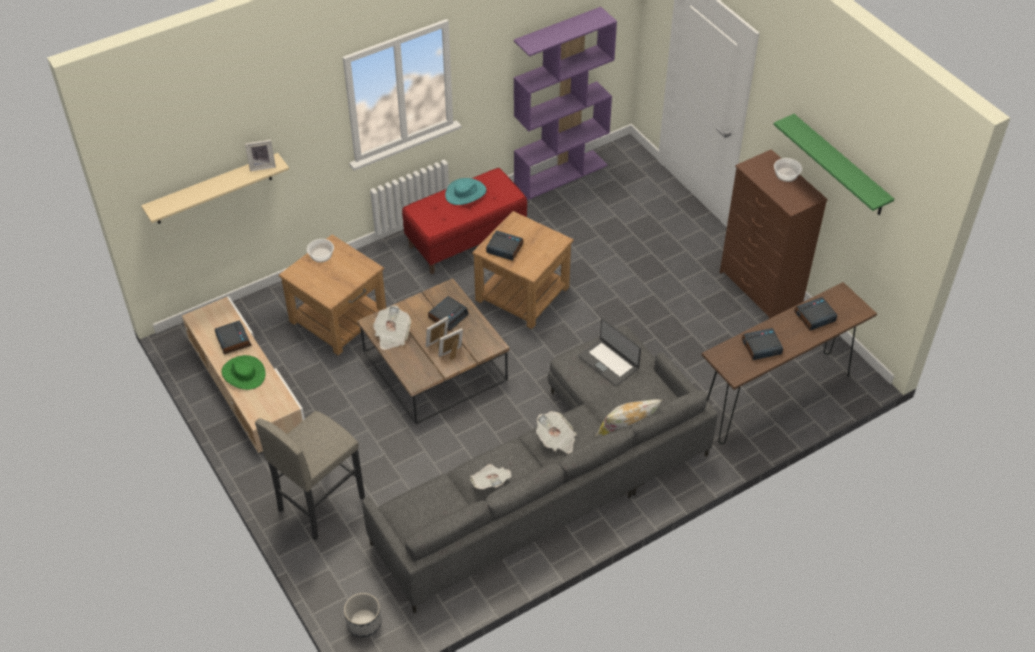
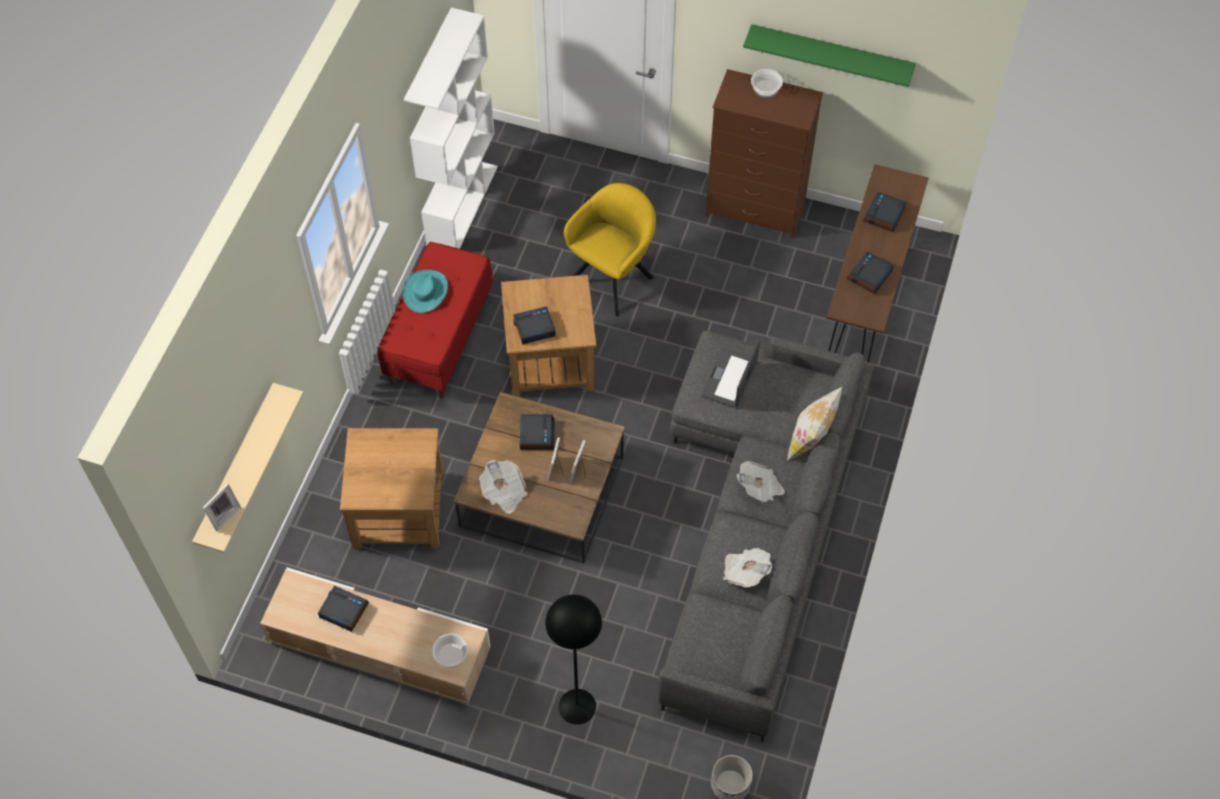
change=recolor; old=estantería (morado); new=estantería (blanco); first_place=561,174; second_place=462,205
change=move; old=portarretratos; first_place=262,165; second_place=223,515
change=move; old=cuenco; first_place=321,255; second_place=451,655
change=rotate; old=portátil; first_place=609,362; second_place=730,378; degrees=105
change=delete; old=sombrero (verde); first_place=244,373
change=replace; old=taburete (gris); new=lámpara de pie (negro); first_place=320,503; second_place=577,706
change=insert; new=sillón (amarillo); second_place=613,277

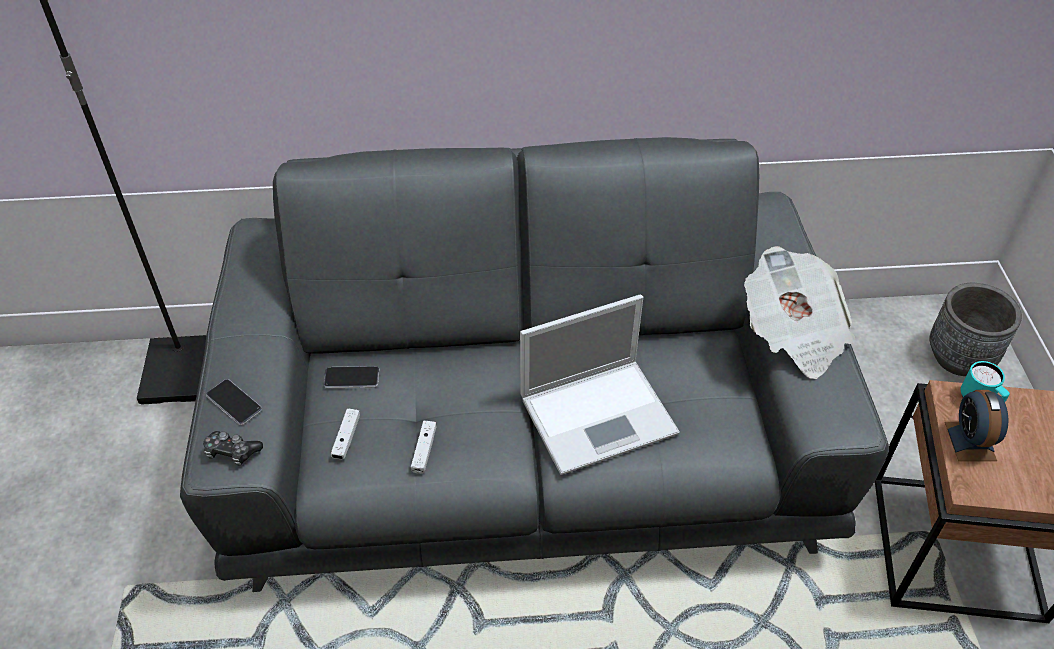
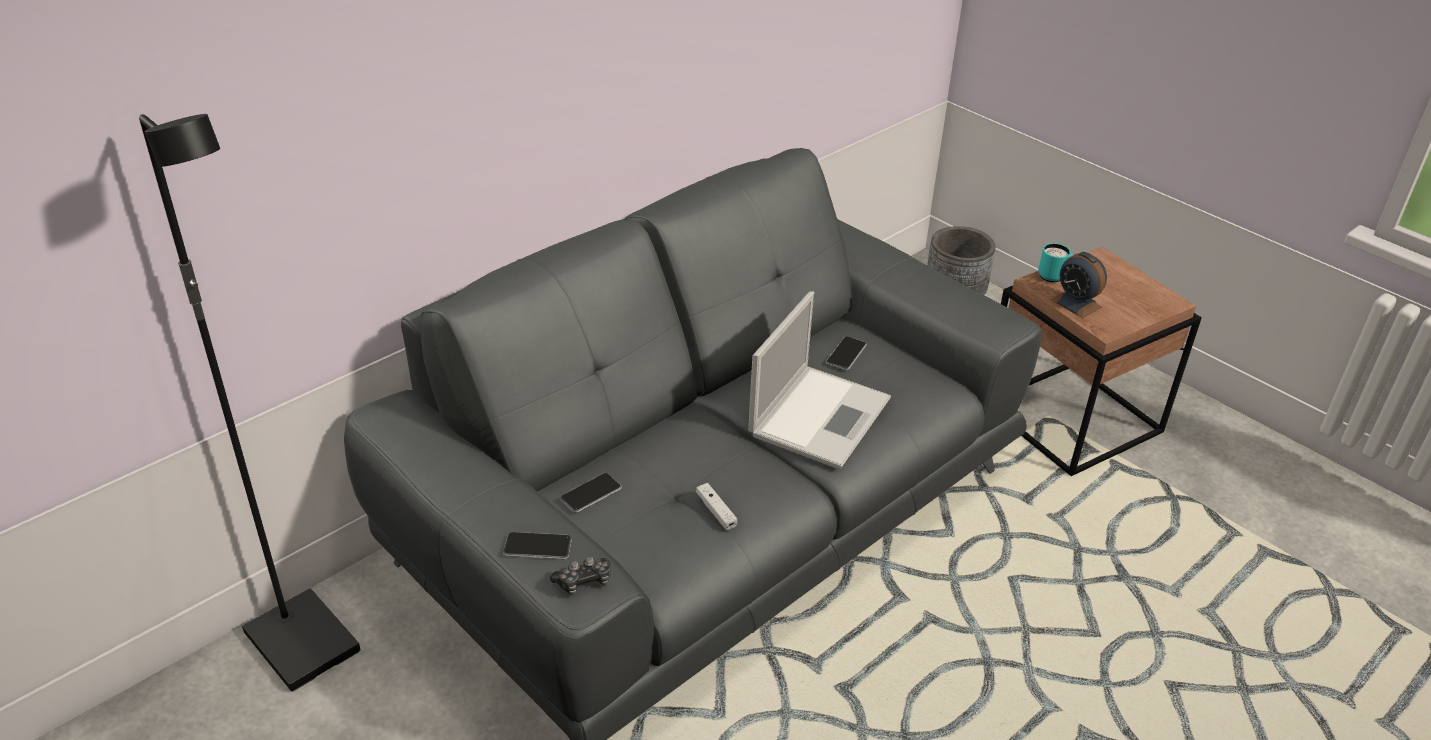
change=delete; old=periódico; first_place=794,333
change=delete; old=mando de consola (blanco); first_place=346,438
change=insert; new=móvil; second_place=846,354

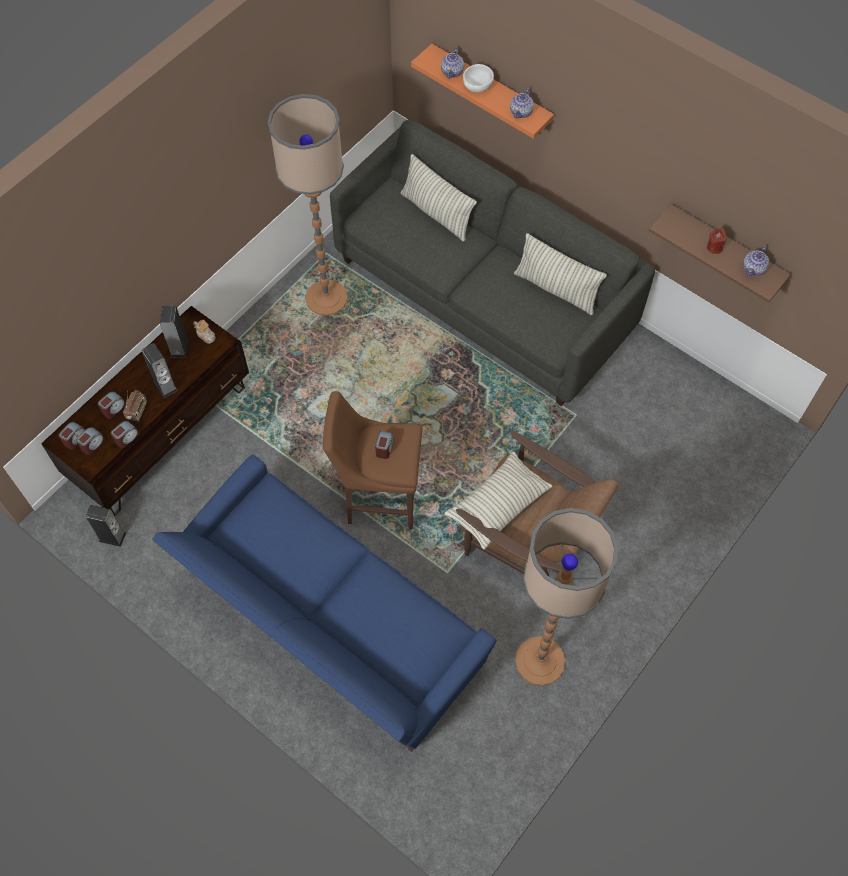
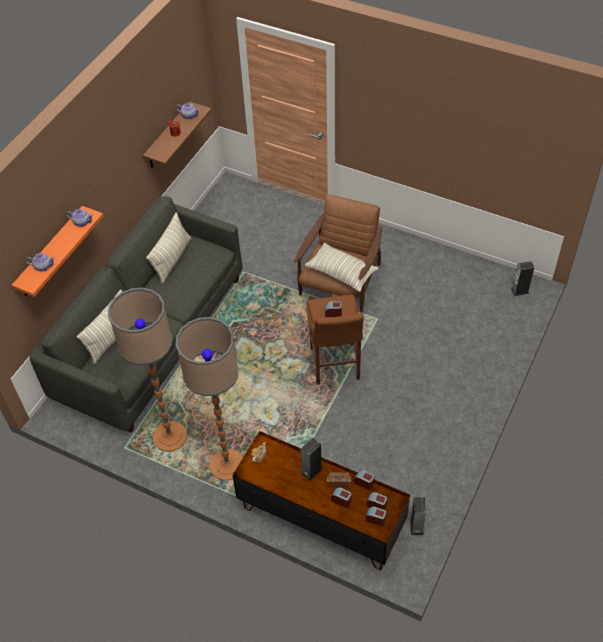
change=delete; old=cuenco (blanco); first_place=478,86
change=move; old=altavoz; first_place=179,347; second_place=520,291
change=delete; old=sofá (azul); first_place=330,626
change=move; old=lámpara de pie; first_place=540,661; second_place=227,465

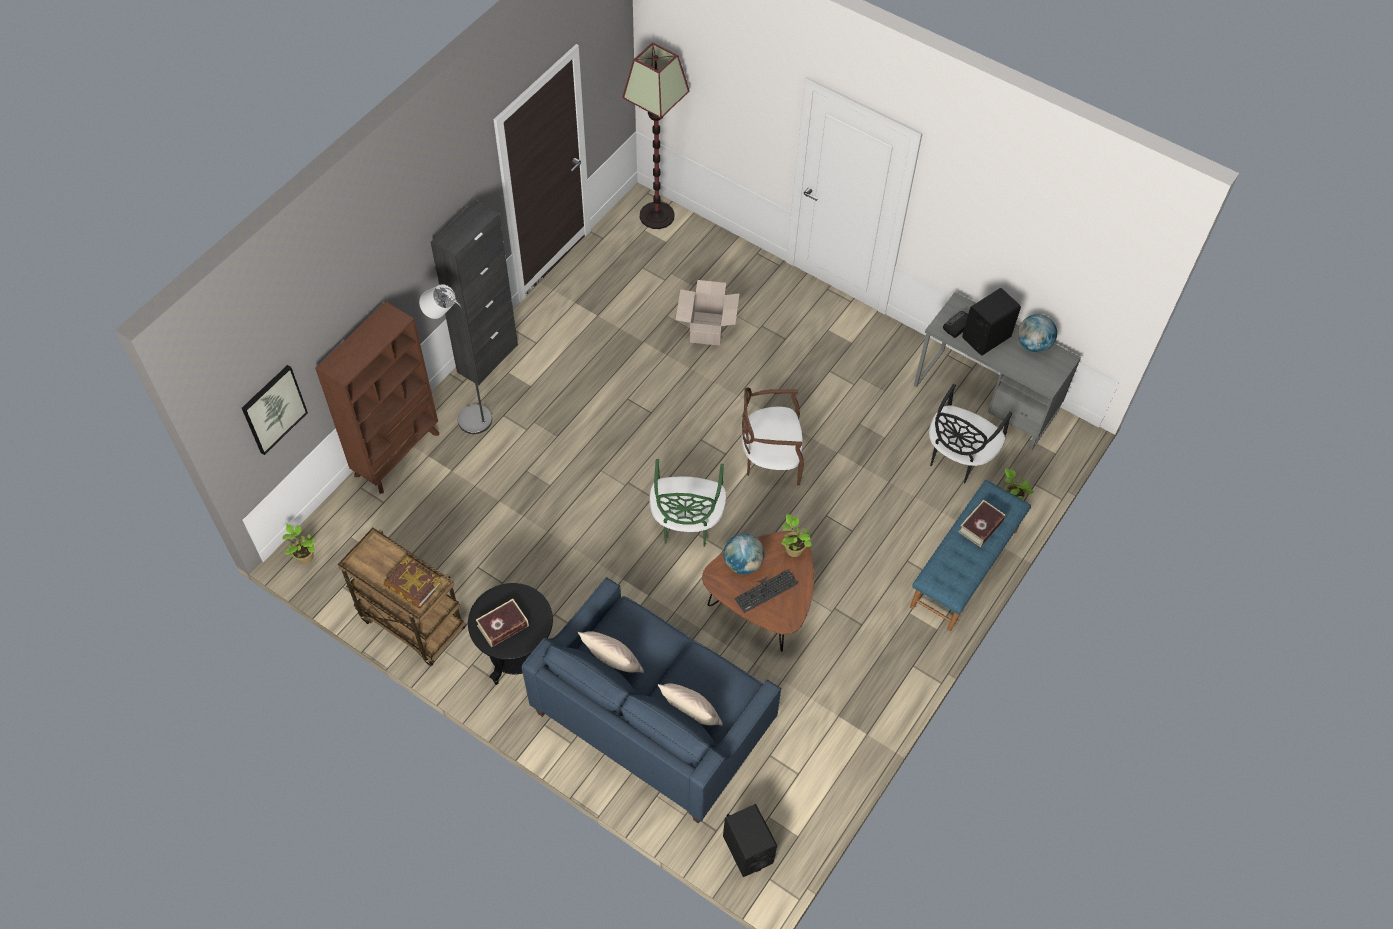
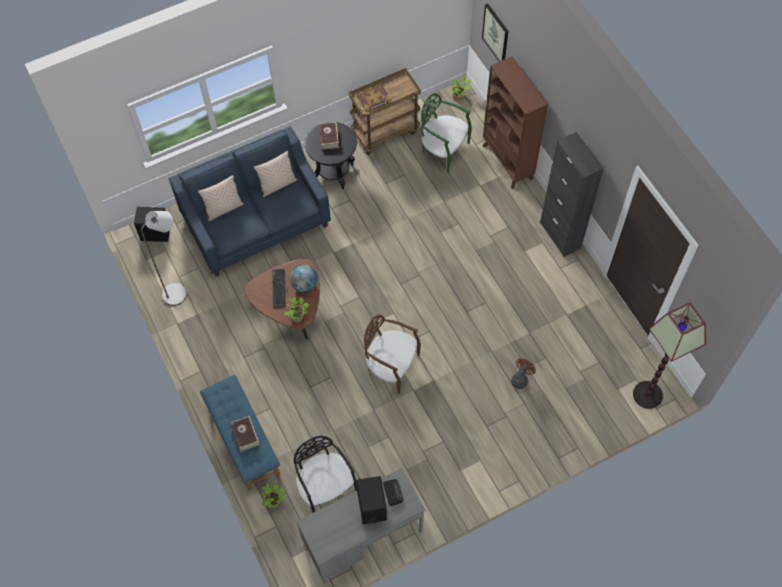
change=replace; old=caja de cartón; new=ventilador (marrón); first_place=707,329; second_place=520,379
change=move; old=lámpara de pie (gris); first_place=468,417; second_place=179,292
change=delete; old=globo terráqueo; first_place=1033,345
change=rotate; old=silla (marrón); first_place=770,458; second_place=391,366; degrees=-90
change=move; old=silla (verde); first_place=686,523; second_place=443,149

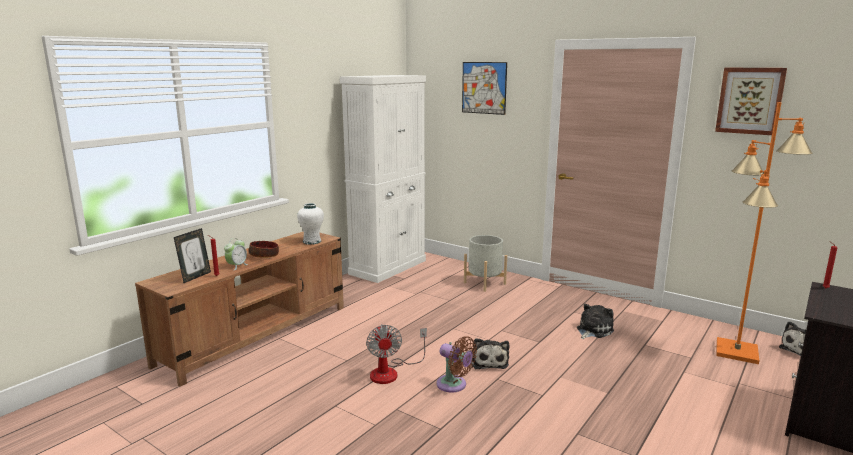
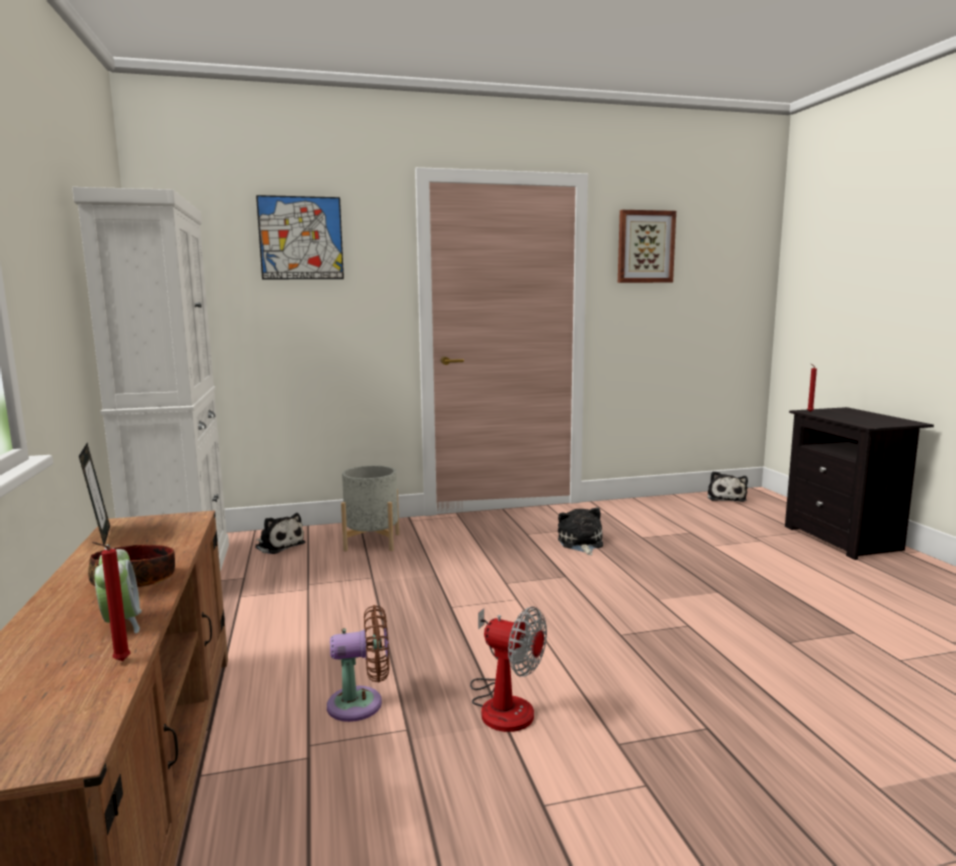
change=delete; old=lámpara de pie (naranja); first_place=737,352
change=delete; old=florero (blanco); first_place=311,241
change=move; old=portarretratos; first_place=195,277; second_place=100,537
change=move; old=ventilador (marrón); first_place=454,385; second_place=361,704
change=move; old=peluche; first_place=489,361; second_place=278,545

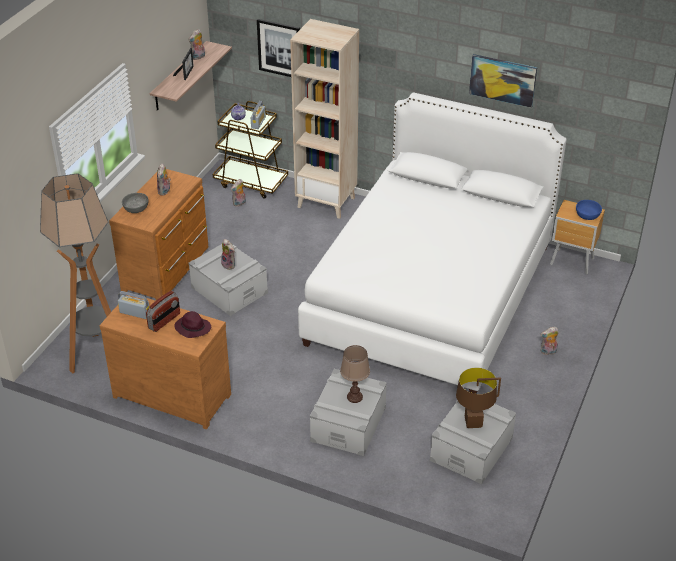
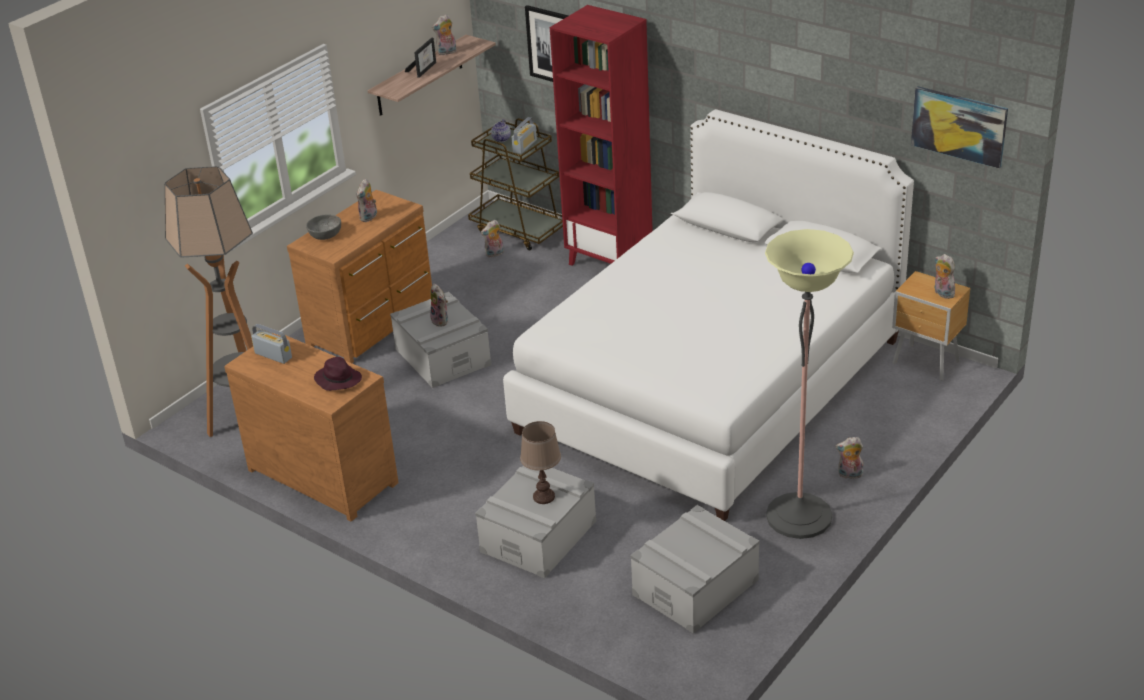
change=recolor; old=estantería (beis); new=estantería (rojo); first_place=327,202; second_place=610,261
change=move; old=cuadro; first_place=503,80; second_place=959,126
change=replace; old=cuenco (azul); new=peluche; first_place=587,215; second_place=942,293
change=delete; old=radio; first_place=164,321
change=delete; old=lámpara de mesa (marrón); first_place=473,423
change=insert; new=lámpara de pie; second_place=799,516

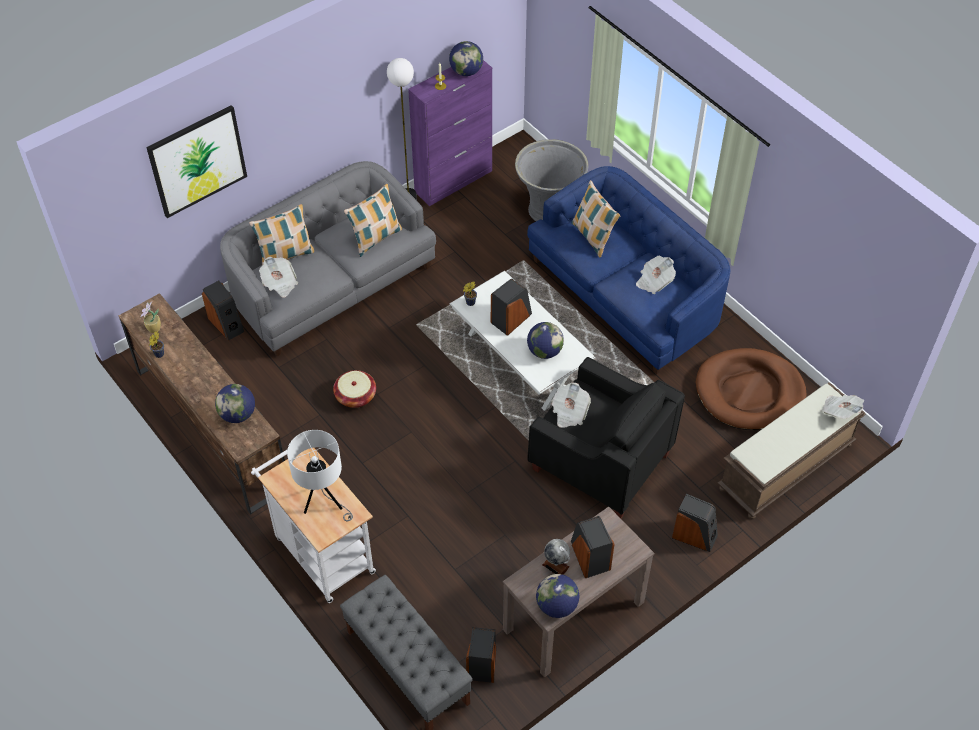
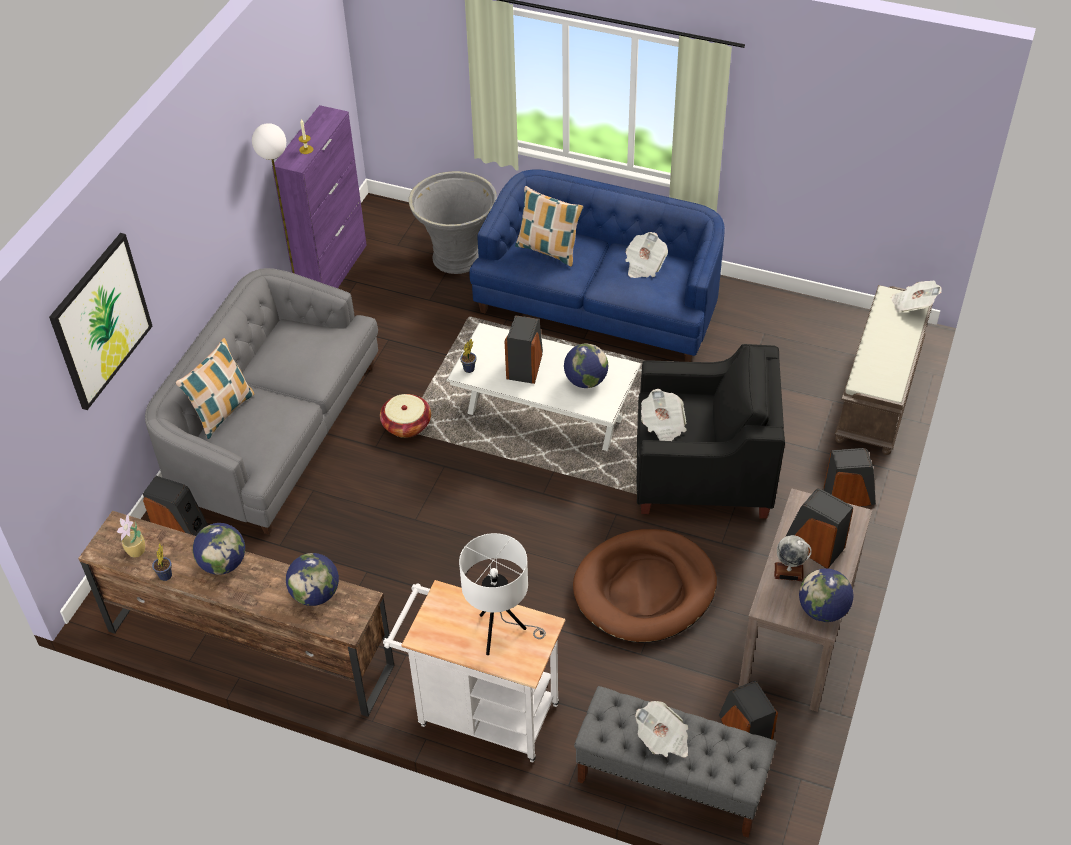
change=move; old=globo terráqueo; first_place=466,71; second_place=223,564
change=delete; old=cojín; first_place=375,238
change=move; old=periódico; first_place=280,283; second_place=663,739
change=move; old=cama para perro (marrón); first_place=749,392; second_place=644,589
change=move; old=cesta; first_place=355,396; second_place=406,425

